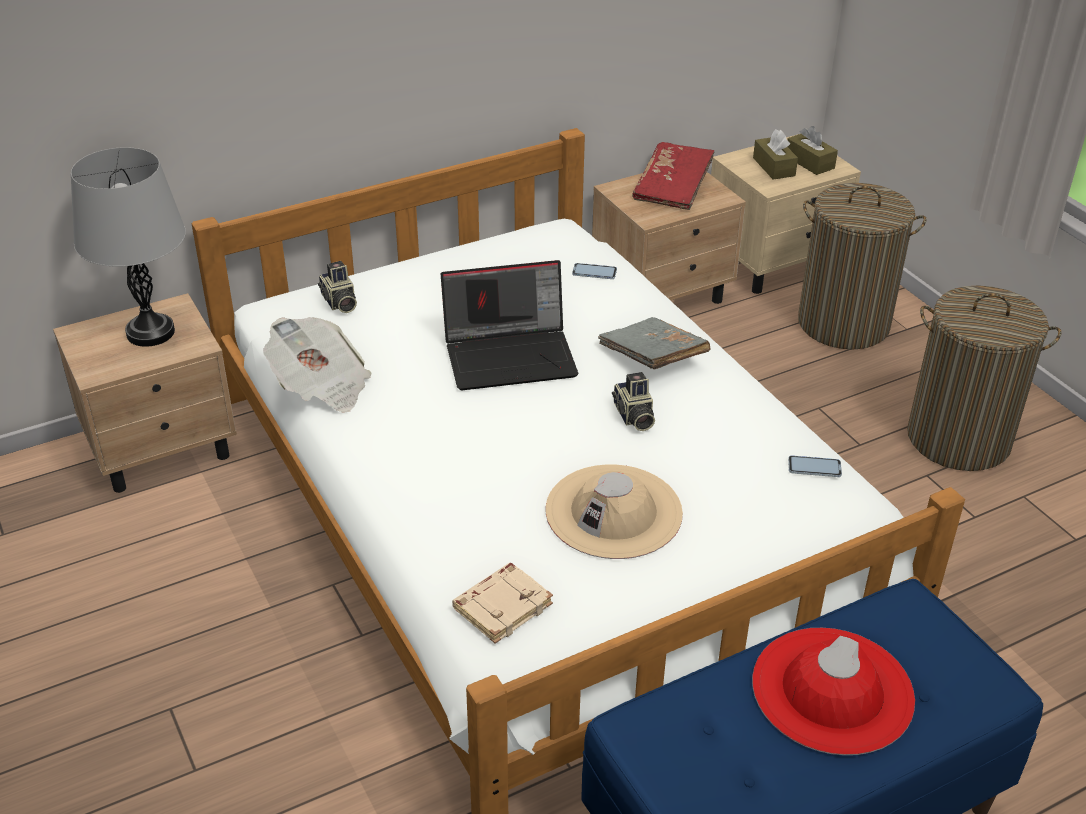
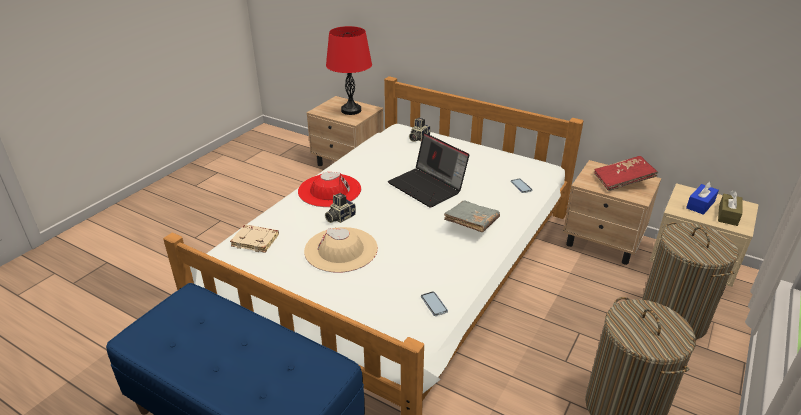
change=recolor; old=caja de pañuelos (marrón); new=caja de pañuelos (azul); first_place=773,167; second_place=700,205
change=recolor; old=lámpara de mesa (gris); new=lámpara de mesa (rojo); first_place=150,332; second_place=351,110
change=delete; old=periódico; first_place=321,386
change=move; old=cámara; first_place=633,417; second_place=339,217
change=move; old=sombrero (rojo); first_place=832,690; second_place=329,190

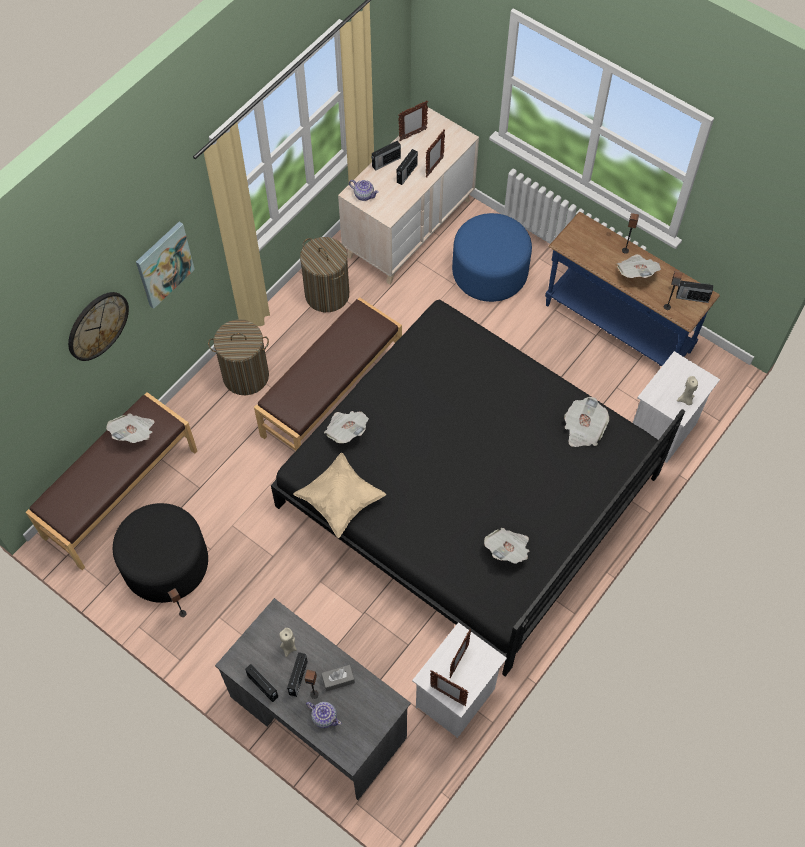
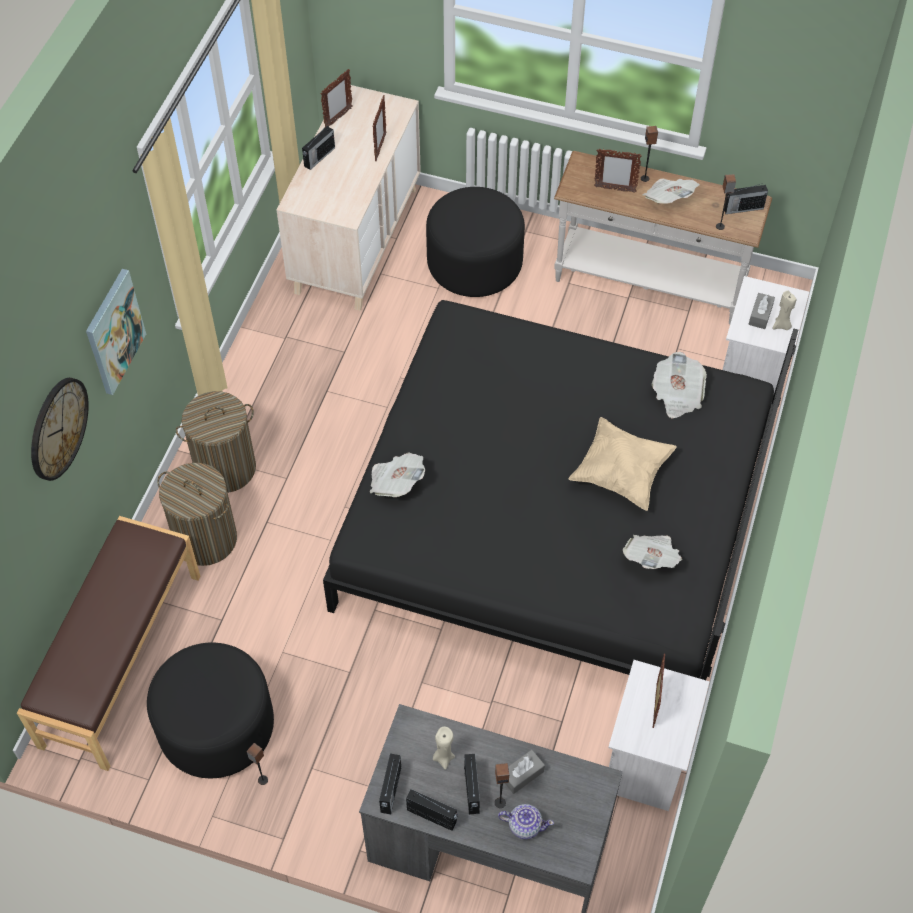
change=move; old=radio; first_place=406,174; second_place=390,791
change=delete; old=tetera; first_place=364,195
change=recolor; old=mesa consola (azul); new=mesa consola (blanco); first_place=616,329; second_place=649,284
change=recolor; old=puf (azul); new=puf (negro); first_place=490,273; second_place=475,264
change=move; old=cesto de la ropa; first_place=327,294; second_place=205,539
change=delete; old=banco (marrón); first_place=333,396
change=delete; old=periódico; first_place=134,433
change=move; old=cojín (beis); first_place=340,500; second_place=621,473
change=move; old=portarretratos; first_place=447,695; second_place=614,189
change=insert; new=caja de pañuelos (gris); second_place=760,315

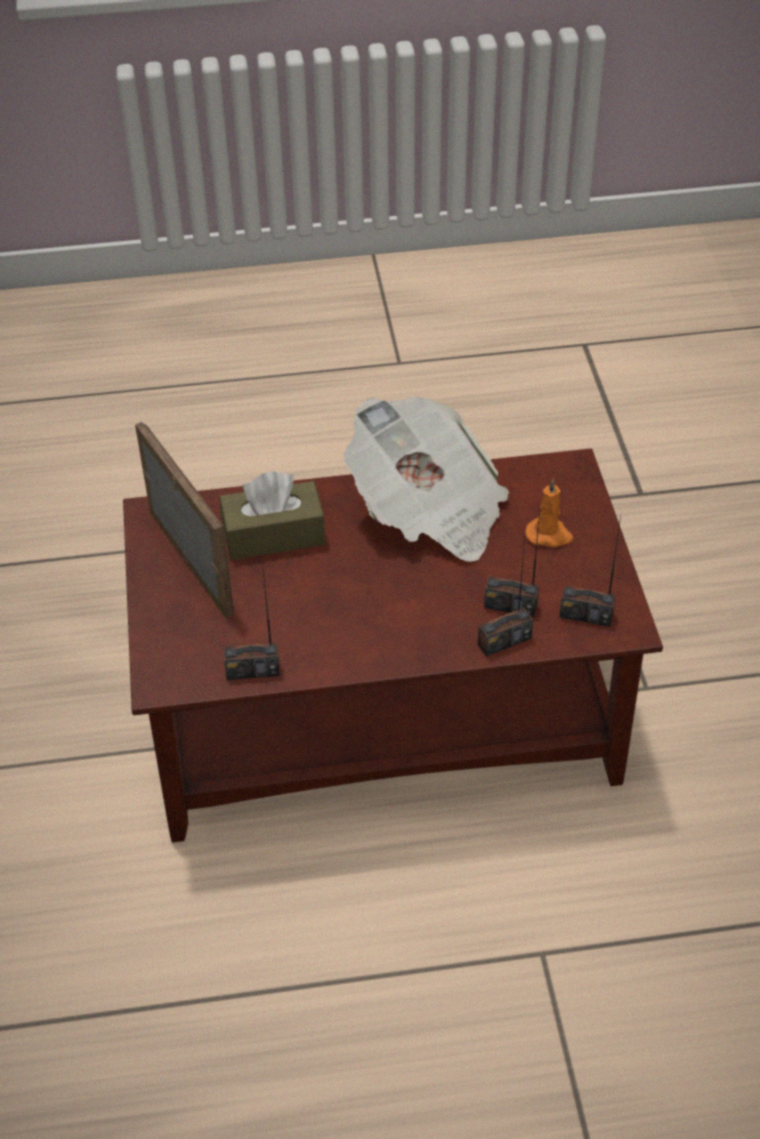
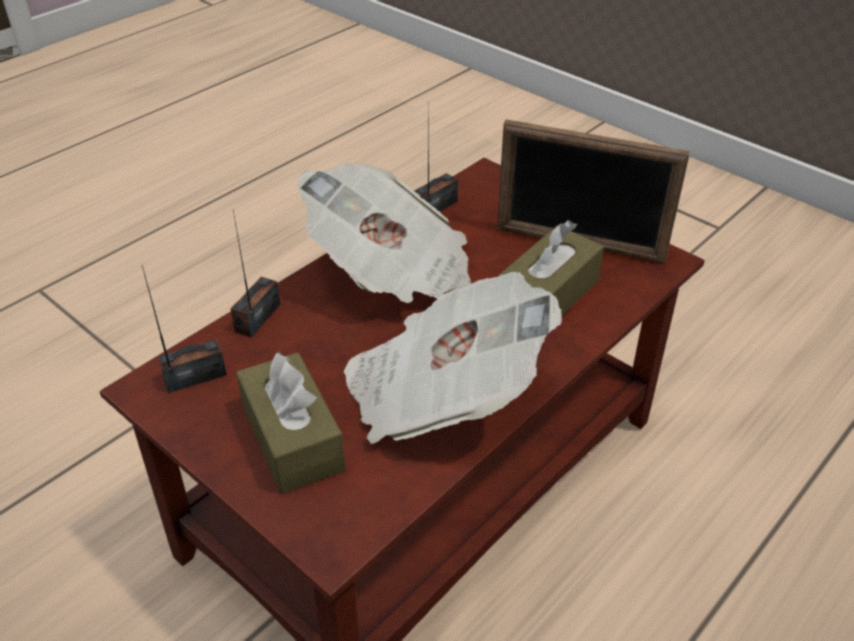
change=replace; old=vela (naranja); new=caja de pañuelos (marrón); first_place=549,535; second_place=292,438
change=delete; old=radio; first_place=511,606
change=insert; new=periódico; second_place=395,275

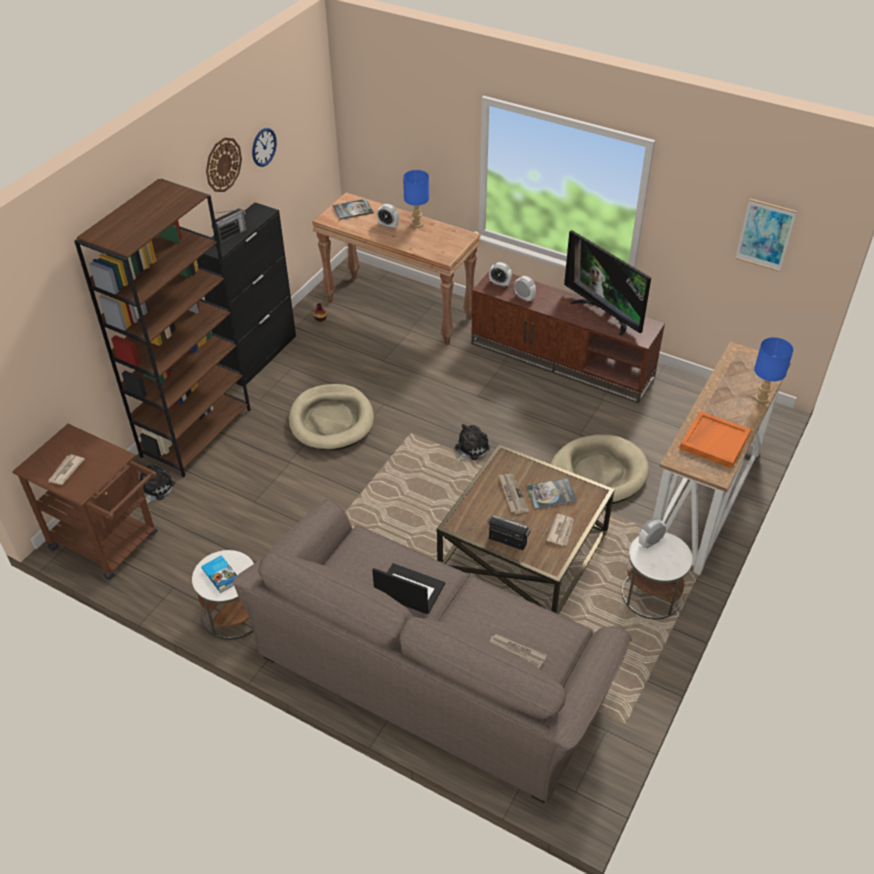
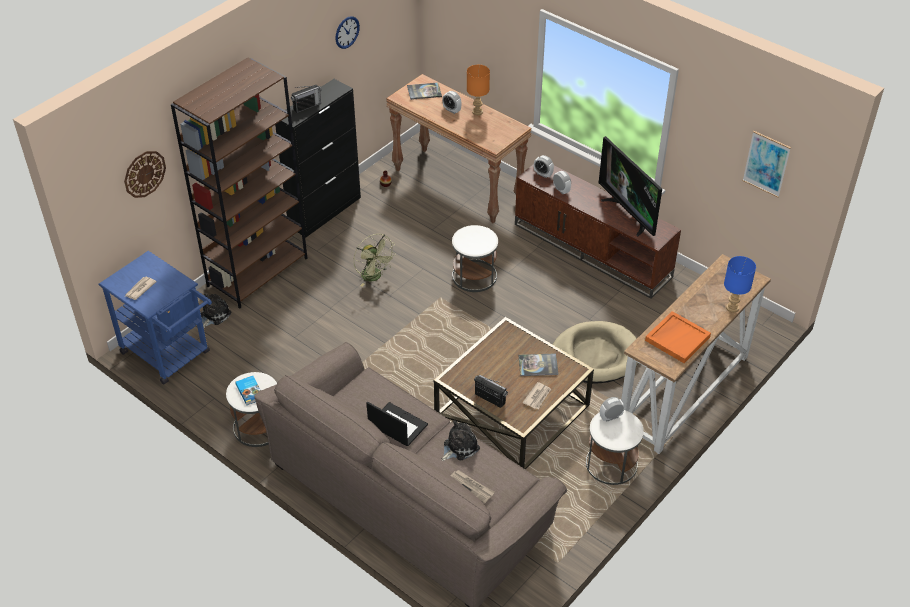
change=move; old=reloj de pared; first_place=223,164; second_place=144,174
change=recolor; old=lámpara de mesa (azul); new=lámpara de mesa (naranja); first_place=417,224; second_place=477,112
change=replace; old=cama para perro (beis); new=ventilador (verde); first_place=331,420; second_place=374,277
change=recolor; old=carrito (marrón); new=carrito (azul); first_place=111,544; second_place=170,355
change=move; old=peluche; first_place=470,449; second_place=459,447
change=delete; old=periódico; first_place=512,494
change=insert; new=mesa auxiliar (blanco); second_place=474,276

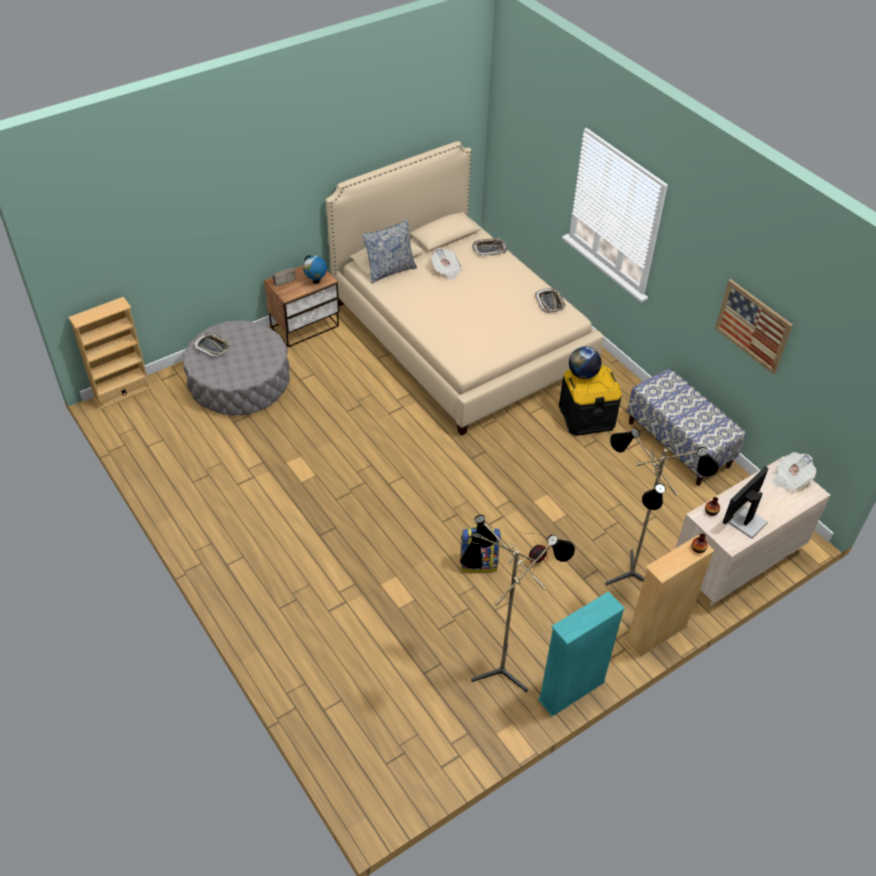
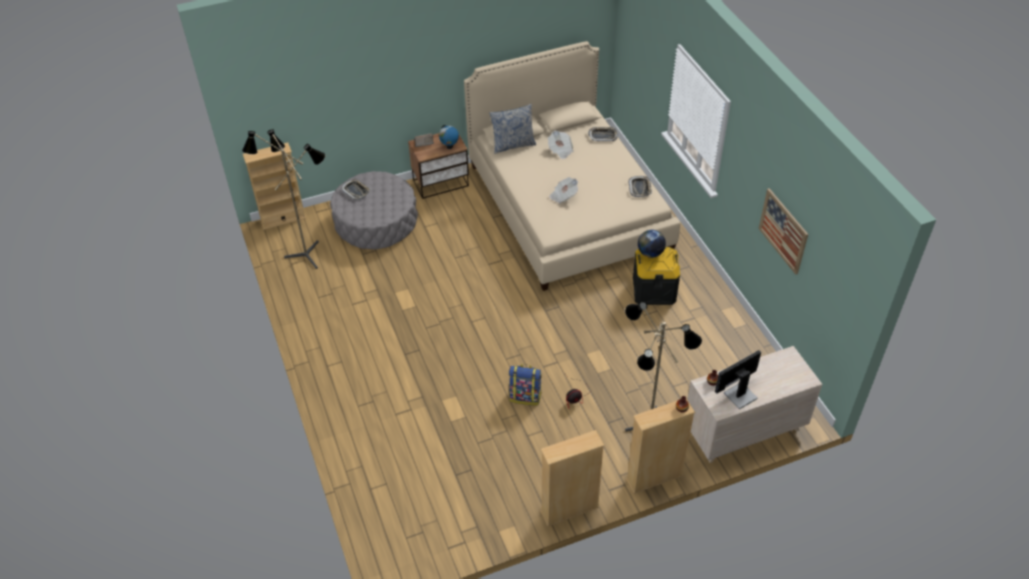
change=delete; old=banco; first_place=678,444
change=move; old=periódico; first_place=790,479; second_place=563,196
change=move; old=lámpara de pie; first_place=498,667; second_place=306,253
change=recolor; old=estantería (turquesa); new=estantería (beis); first_place=571,691; second_place=569,509

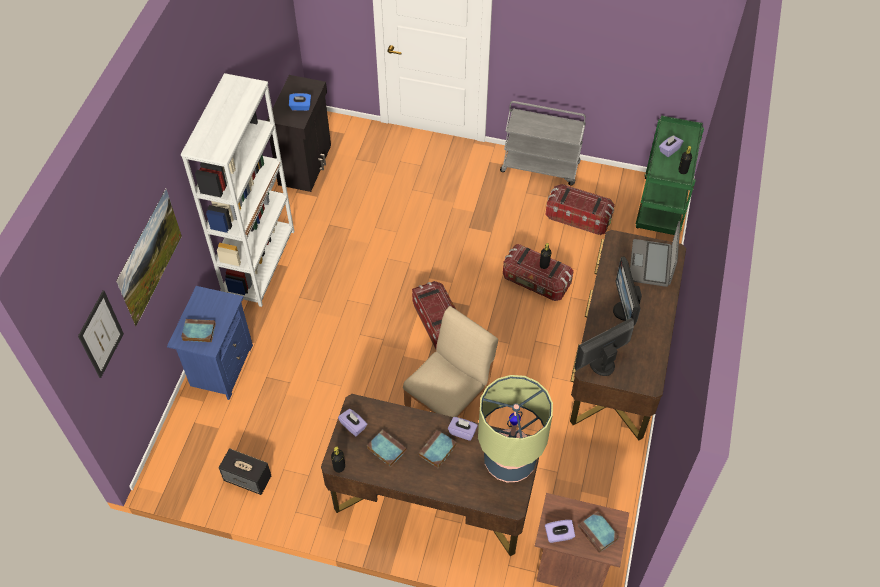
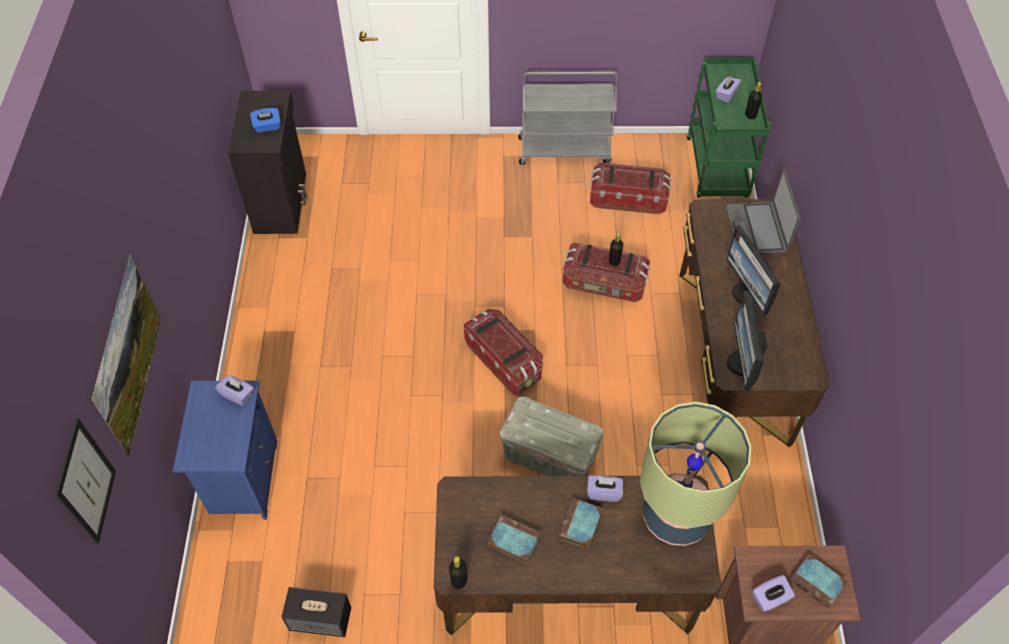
change=delete; old=estantería (blanco); first_place=259,263
change=replace; old=silla (beis); new=caja de almacenaje (gris); first_place=450,404; second_place=550,457
change=rotate; old=monitor; first_place=601,363; second_place=743,364; degrees=-45
change=delete; old=libro; first_place=198,332
change=move; old=caja de pañuelos (morado); first_place=353,426; second_place=237,395

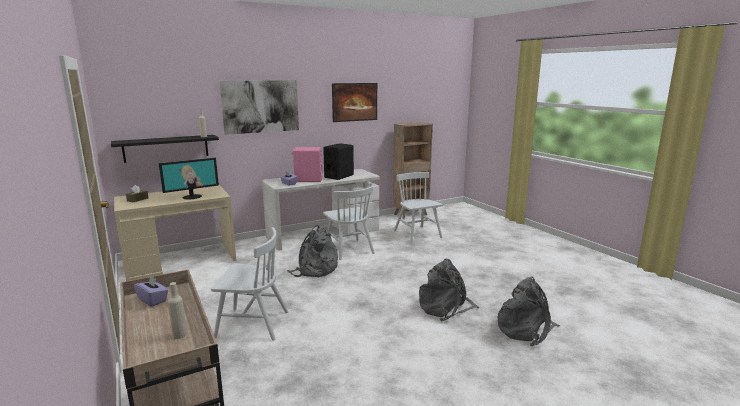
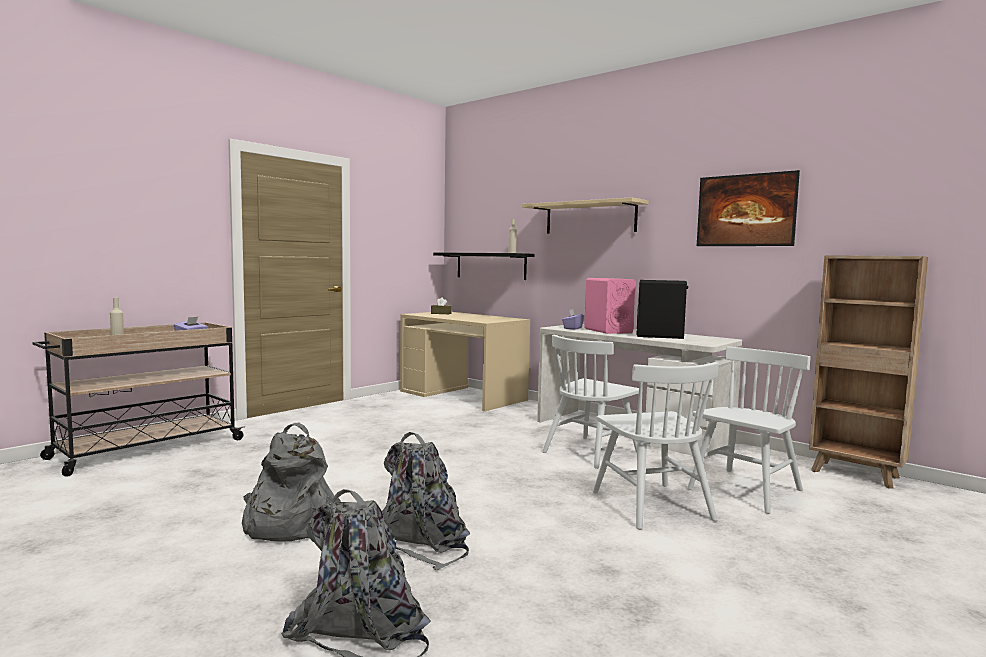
change=replace; old=cuadro; new=estante (beis); first_place=261,106; second_place=590,218
change=delete; old=monitor; first_place=192,197
change=move; old=mochila (gris); first_place=315,270; second_place=287,524
change=move; old=silla (blanco); first_place=252,324; second_place=651,505

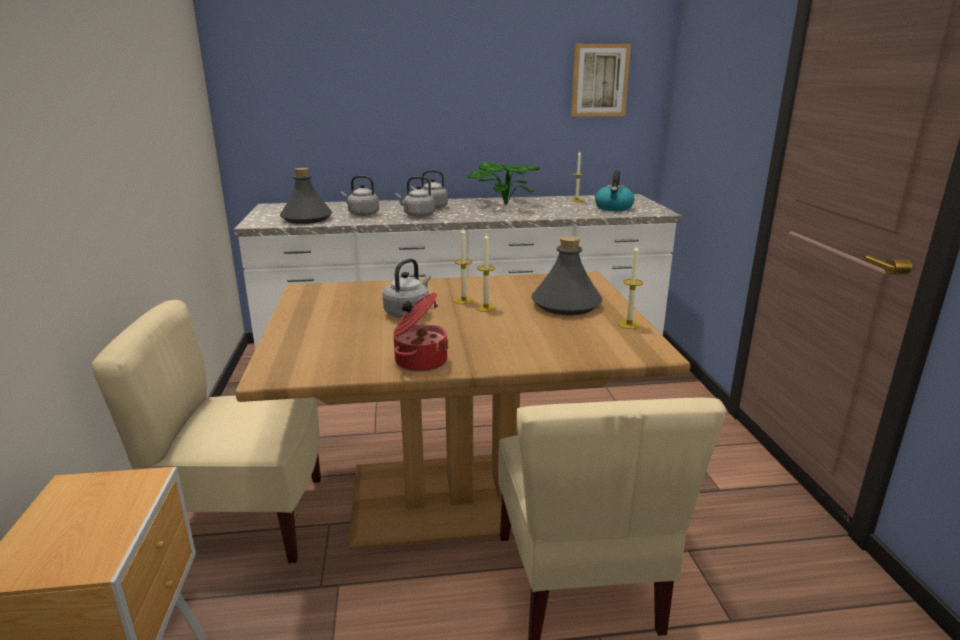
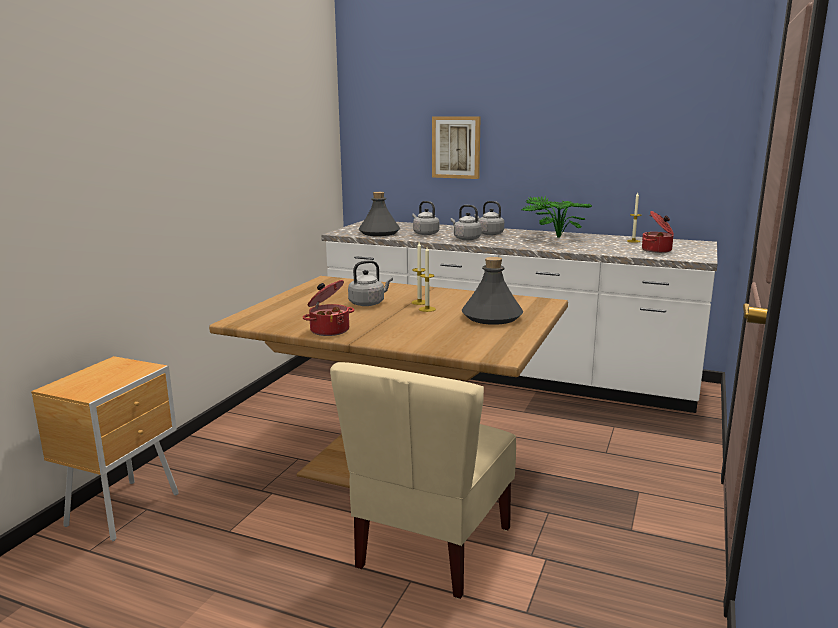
change=move; old=cuadro; first_place=599,80; second_place=456,147
change=replace; old=hervidor; new=olla; first_place=613,208; second_place=657,250
change=delete; old=vela; first_place=629,324
change=delete; old=silla (beis); first_place=245,521

